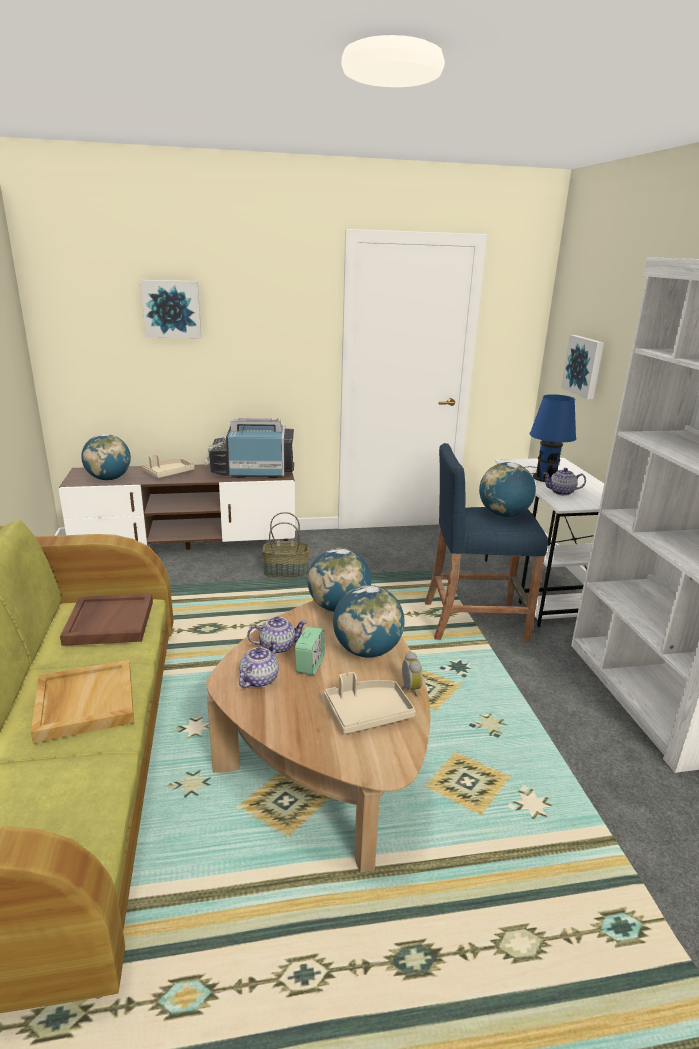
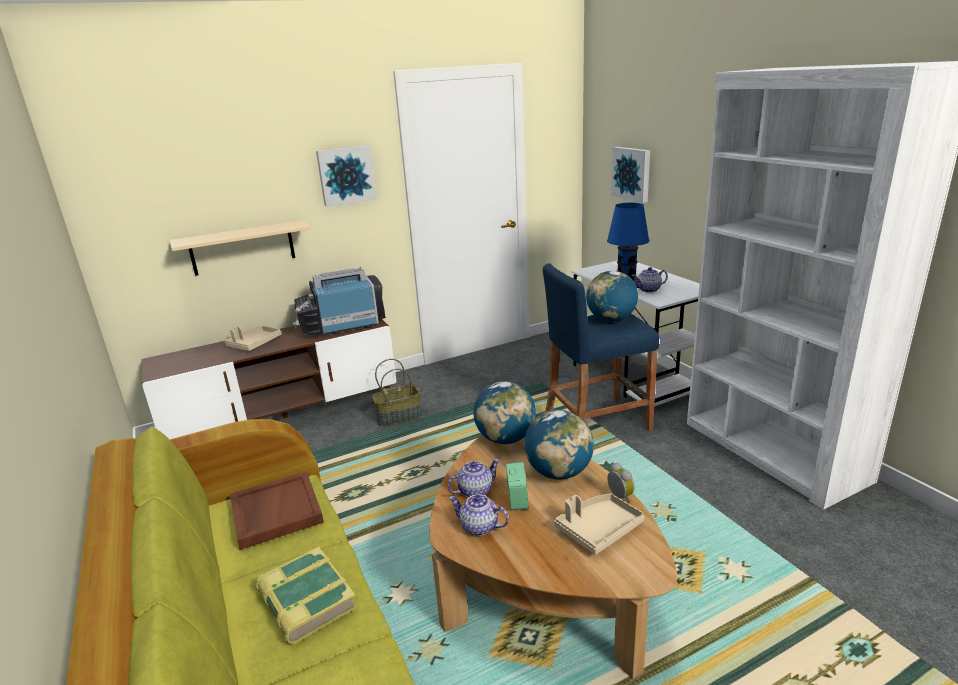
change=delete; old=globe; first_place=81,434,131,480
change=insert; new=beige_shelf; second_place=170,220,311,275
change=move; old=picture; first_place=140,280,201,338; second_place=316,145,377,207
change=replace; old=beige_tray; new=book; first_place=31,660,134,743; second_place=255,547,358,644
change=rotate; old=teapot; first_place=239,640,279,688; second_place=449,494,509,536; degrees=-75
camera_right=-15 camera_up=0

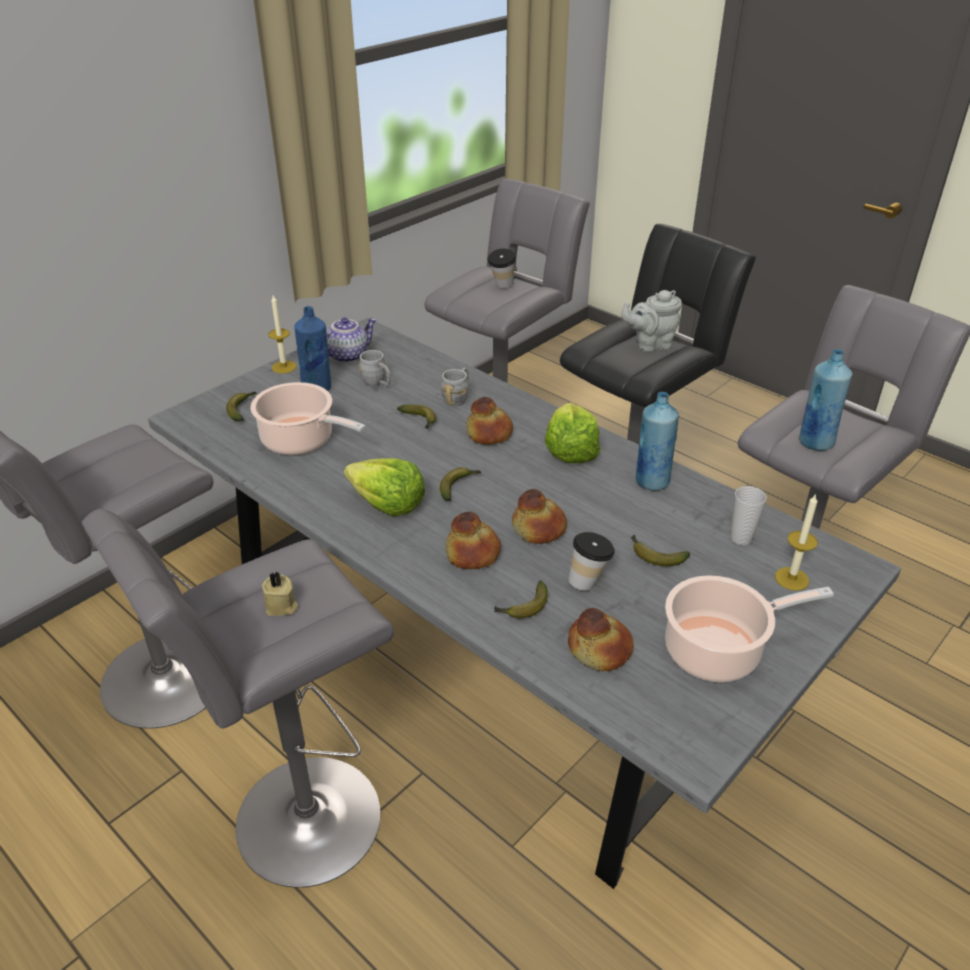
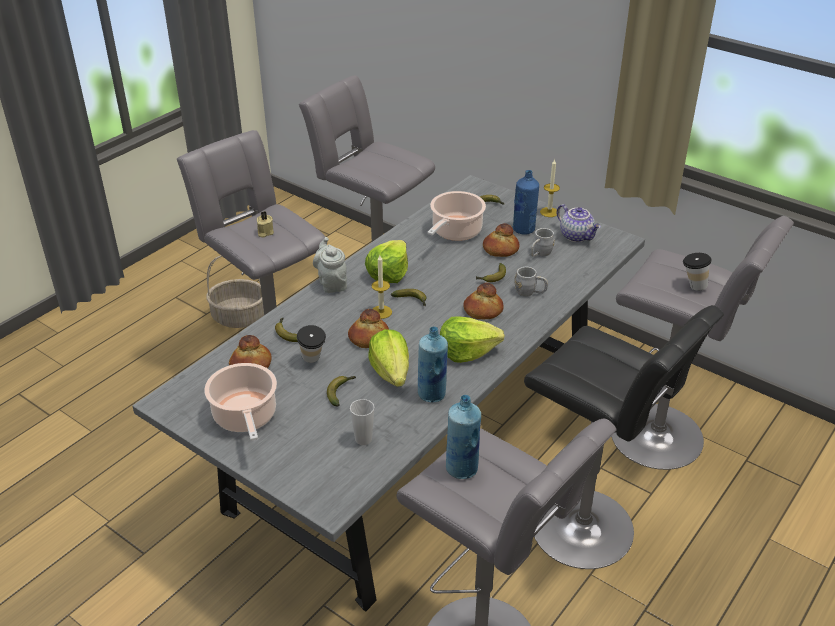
change=insert; new=basket; second_place=206,255,264,328
change=insert; new=lettuce; second_place=368,329,409,387
change=move; old=bread; first_place=445,512,501,569; second_place=483,223,520,257
change=move; old=grey_teapot; first_place=621,290,682,352; second_place=313,237,347,293
change=move; old=candle; first_place=775,493,818,591; second_place=371,255,392,319
camera_right=85 camera_up=0

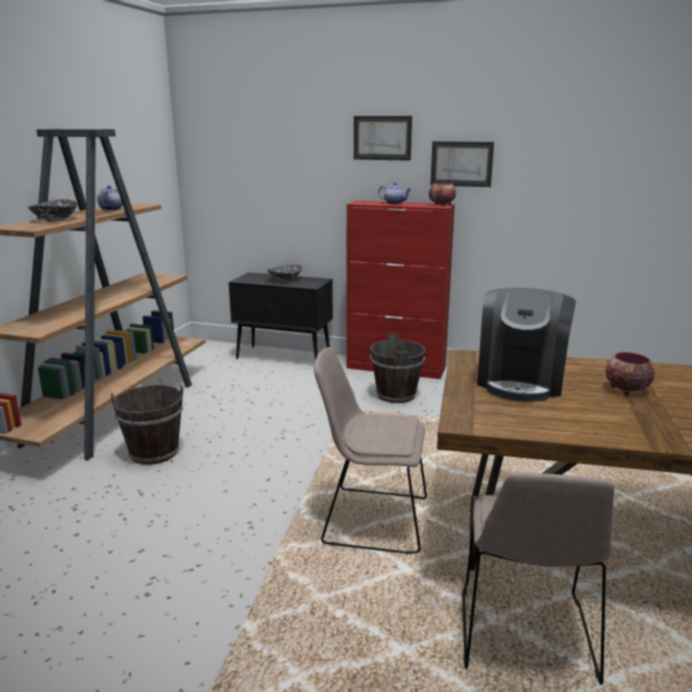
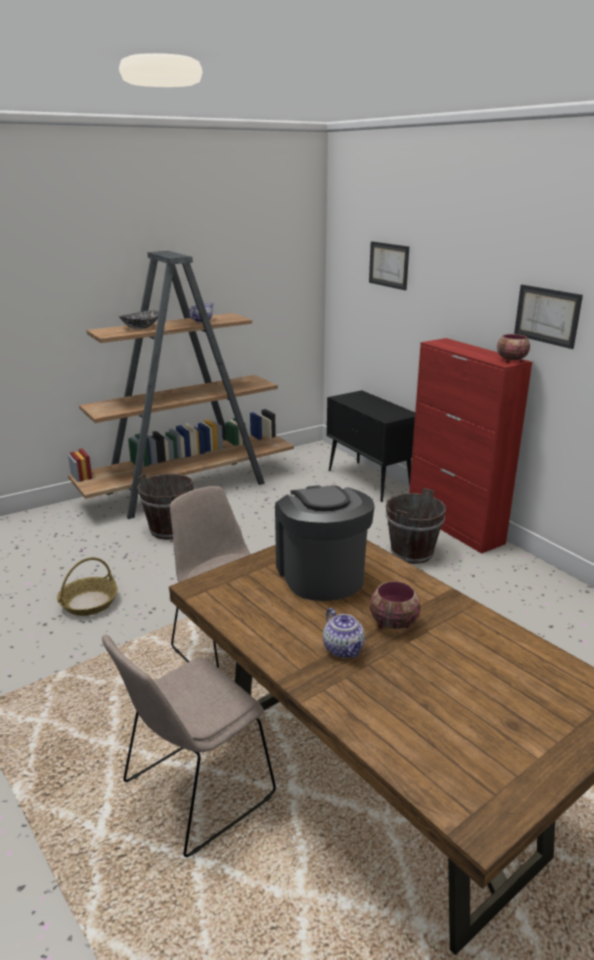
change=delete; old=bowl; first_place=267,264,302,281
change=insert; new=basket; second_place=57,557,118,616
change=move; old=picture; first_place=354,116,412,161; second_place=369,241,409,290
change=move; old=teapot; first_place=378,182,411,204; second_place=323,608,365,658
change=rotate; old=coffee_machine; first_place=477,288,576,402; second_place=275,485,375,601; degrees=105
camera_right=40 camera_up=5

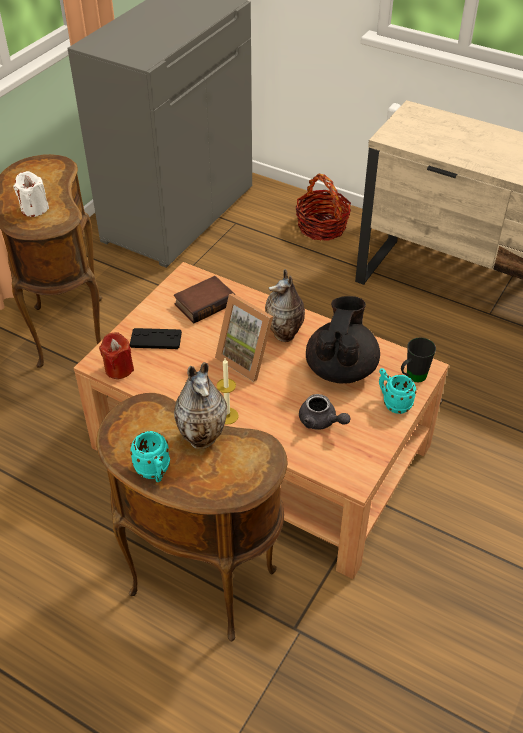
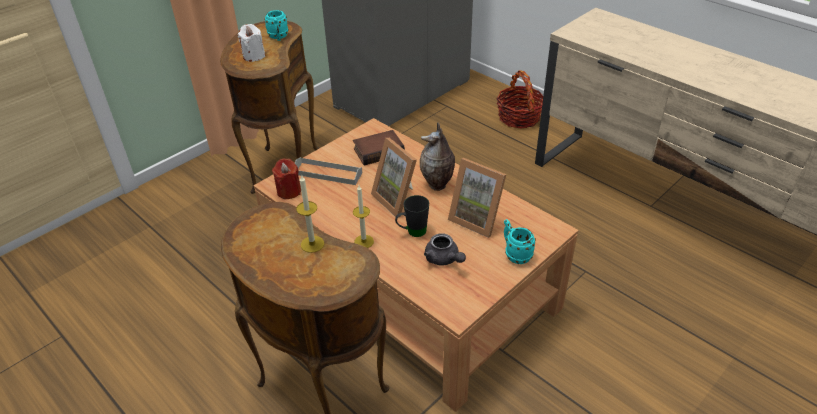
change=move; old=turquoise_mug; first_place=130,431,170,482; second_place=264,10,289,41
change=move; old=black_mug; first_place=401,337,436,382; second_place=395,195,429,237
change=replace; old=black_game_controller; new=grey_tray; first_place=130,328,182,349; second_place=295,157,362,185
change=replace; old=vase; new=candle; first_place=174,362,227,449; second_place=296,174,324,253
change=replace; old=black_teapot; new=picture_frame; first_place=306,296,380,384; second_place=448,158,507,238
camera_right=15 camera_up=-5

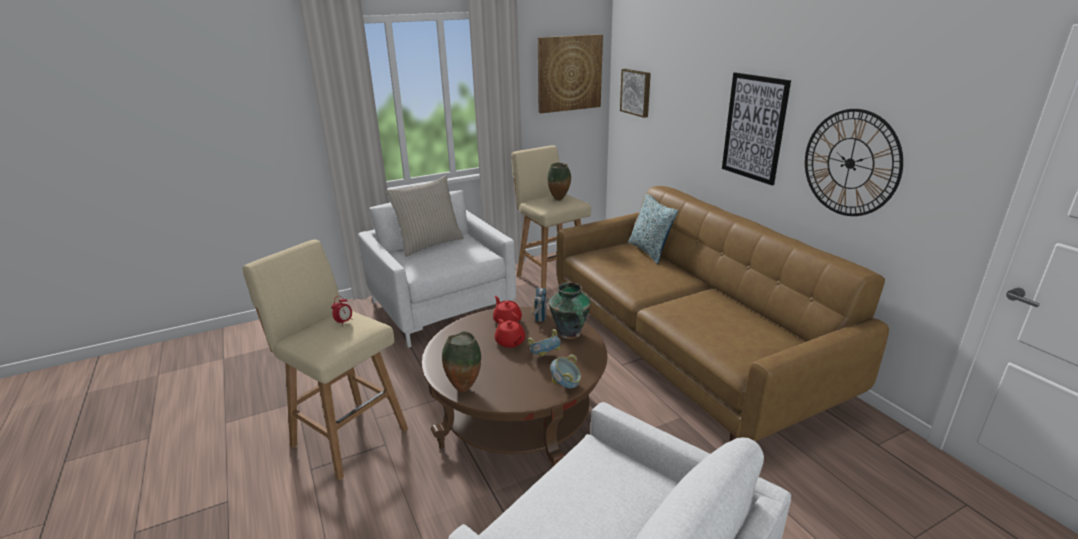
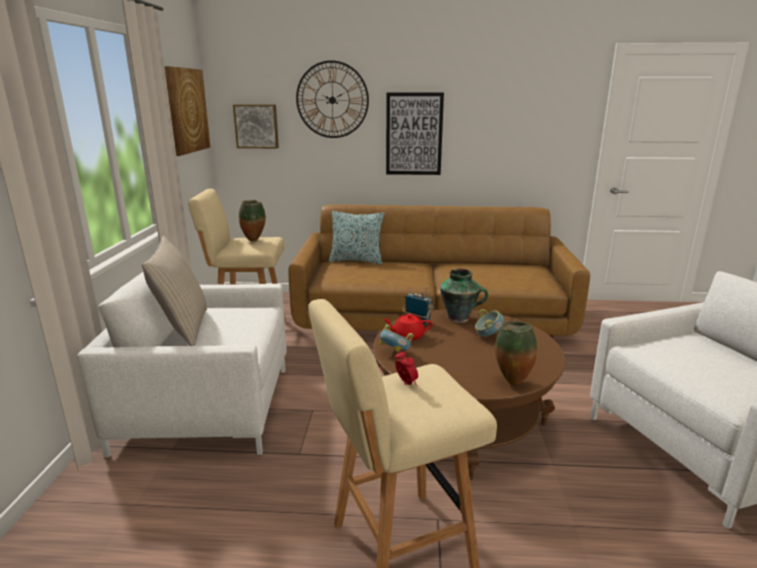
change=delete; old=red_teapot; first_place=495,319,525,348
change=move; old=bowl; first_place=550,354,581,388; second_place=380,324,414,352
change=move; old=wall_clock; first_place=805,109,903,216; second_place=296,60,369,138
camera_right=-60 camera_up=-5

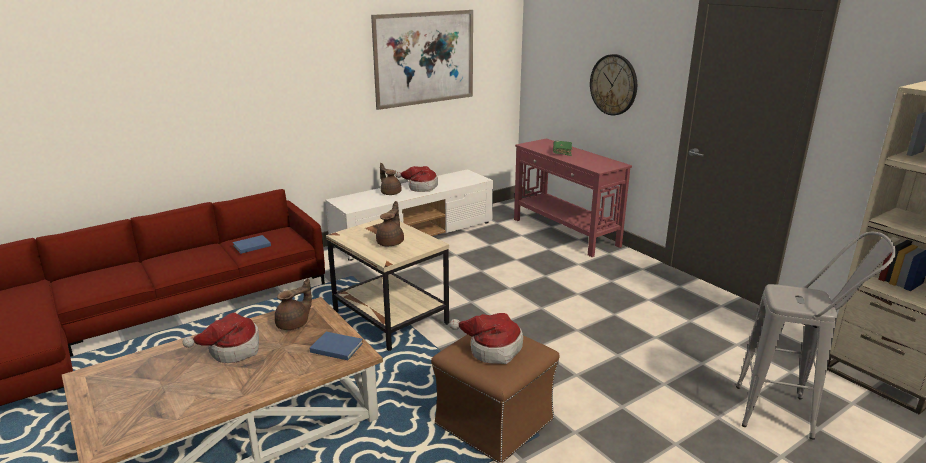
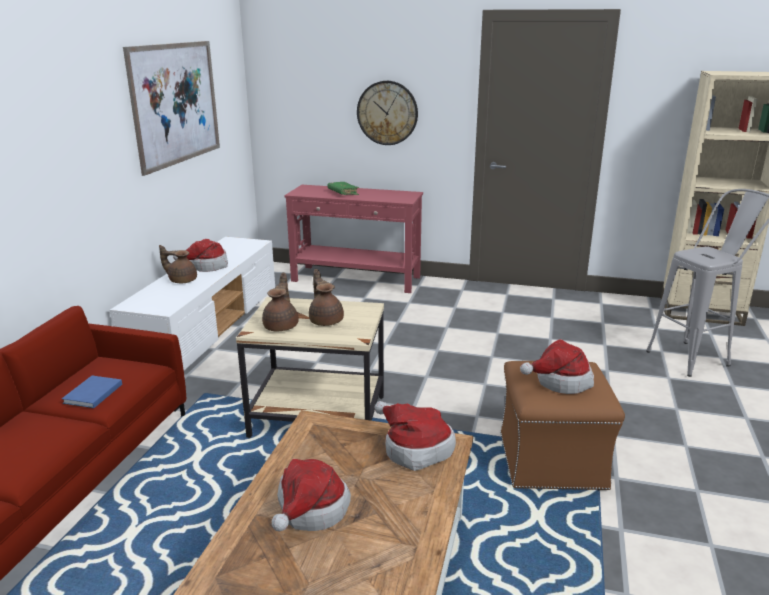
change=move; old=brown_teapot; first_place=274,278,312,330; second_place=262,273,299,332
change=replace; old=blue_book; new=hat; first_place=310,332,363,360; second_place=374,401,456,471
camera_right=-40 camera_up=0

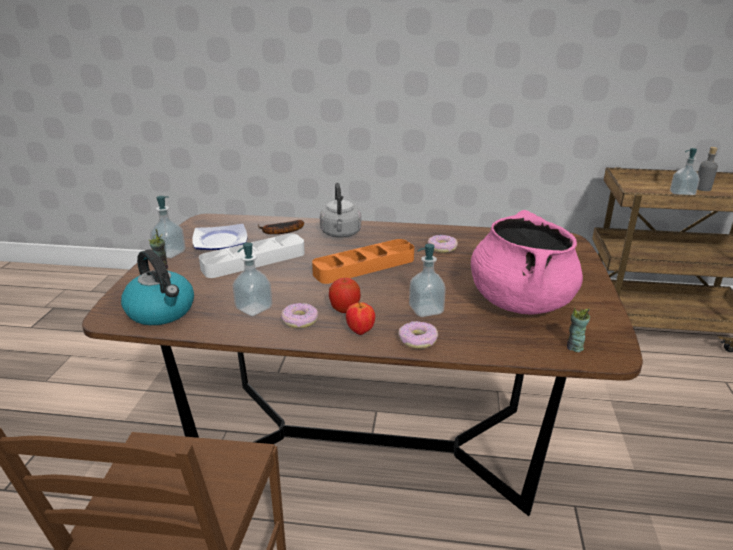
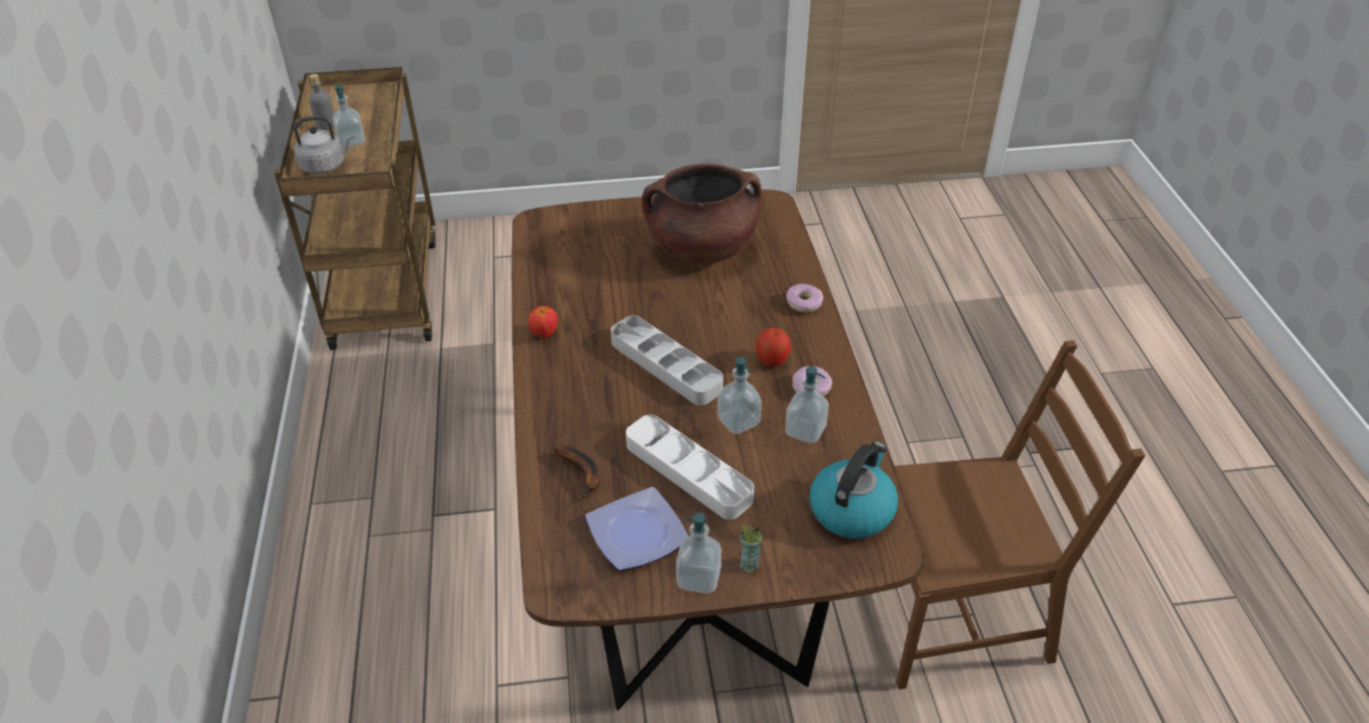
change=delete; old=donut; first_place=428,235,458,253
change=delete; old=cup; first_place=567,308,590,352
change=move; old=grey_kettle; first_place=320,183,361,238; second_place=294,115,354,174
change=move; old=apple; first_place=346,301,375,335; second_place=528,306,558,338
change=move; old=soap_dispenser; first_place=409,244,446,317; second_place=717,357,762,434
change=recolor; old=orange_tray; new=grey_tray; first_place=312,239,414,284; second_place=611,316,723,405
change=recolor; old=pink_cooking_pot; new=brown_cooking_pot; first_place=471,210,583,314; second_place=642,164,761,263
camera_right=-105 camera_up=15

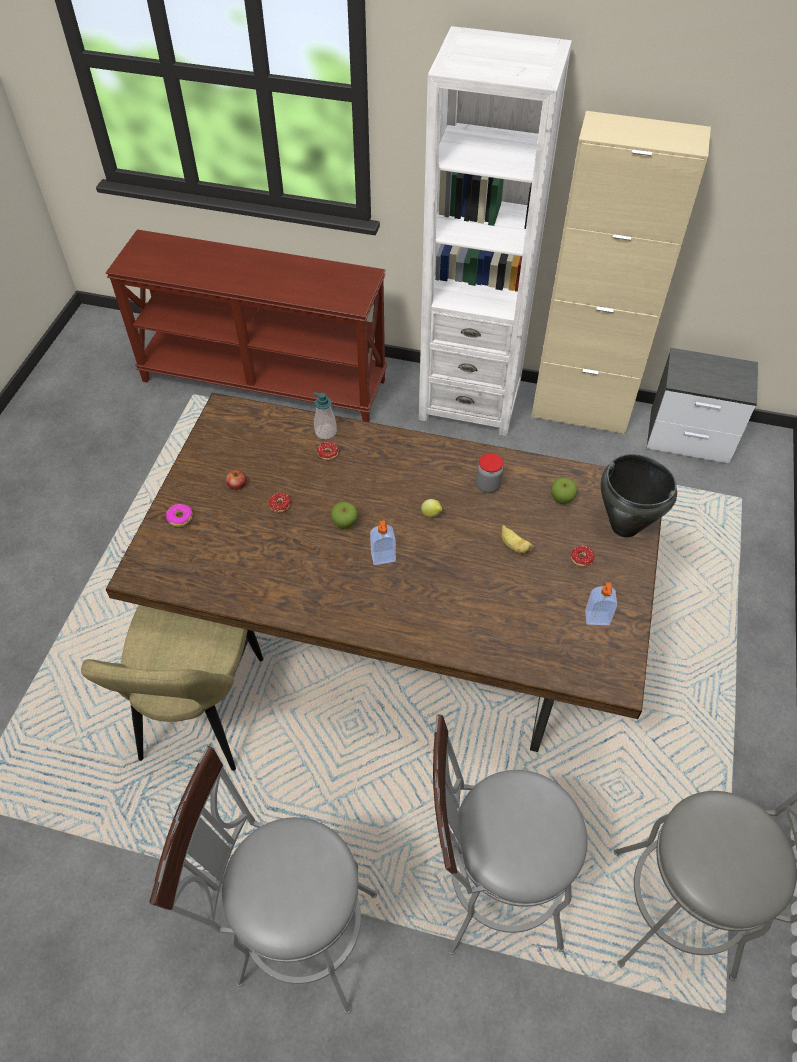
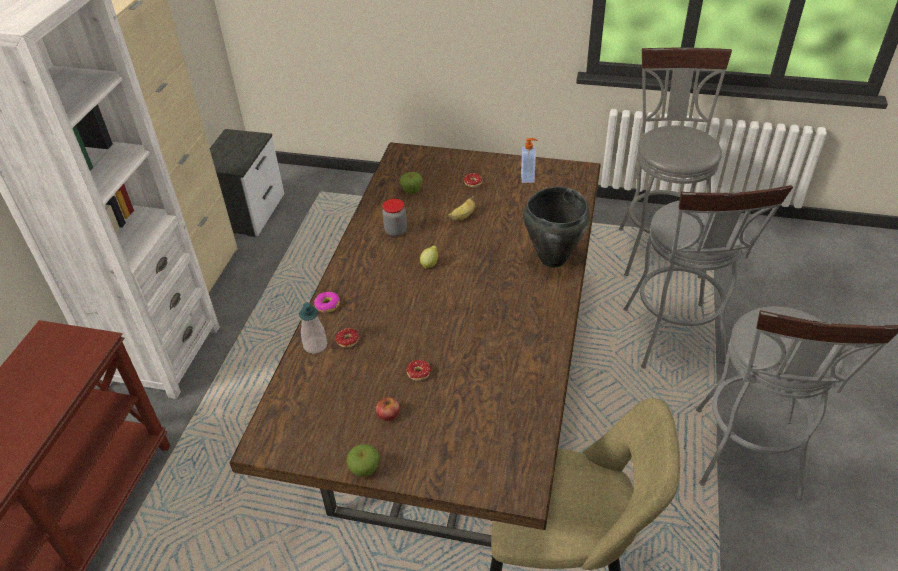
change=delete; old=soap_dispenser; first_place=370,520,396,565
change=move; old=donut; first_place=166,504,193,527; second_place=314,292,340,313
change=move; old=apple; first_place=331,501,358,529; second_place=346,444,380,477
change=move; old=black_cooking_pot; first_place=601,454,677,537; second_place=523,187,590,268
camera_right=-90 camera_up=-10

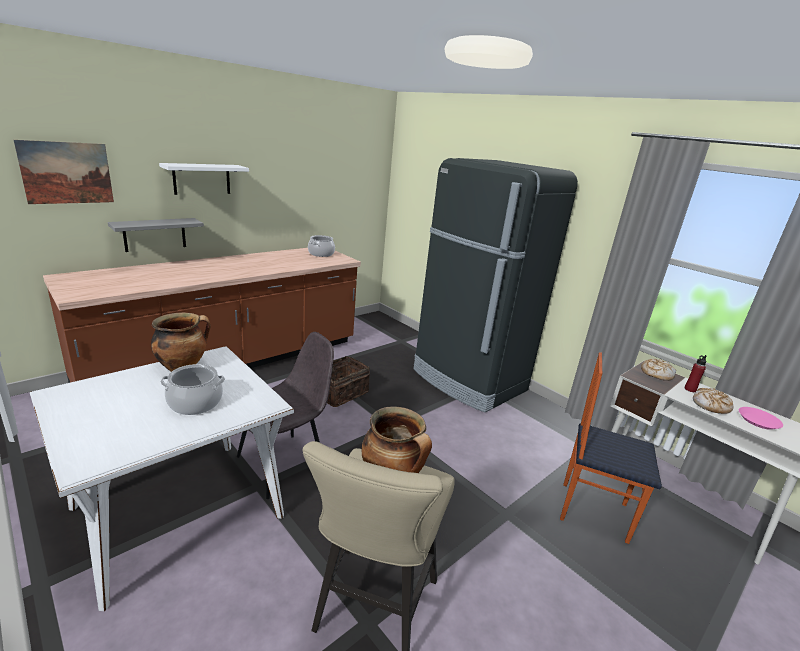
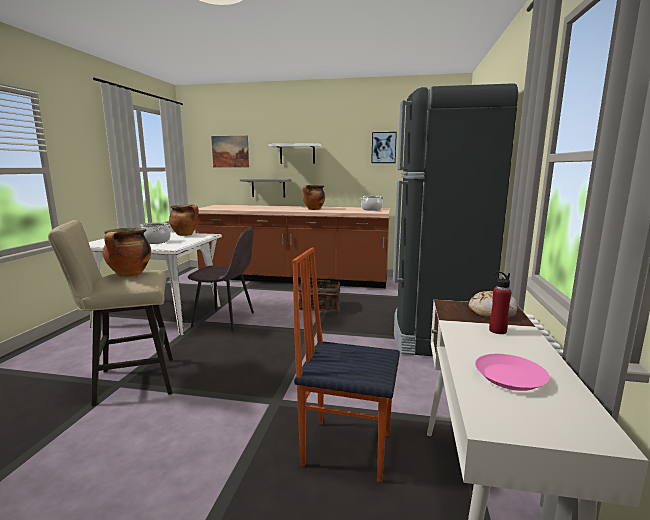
change=delete; old=bread; first_place=693,388,733,414
change=insert; new=cooking_pot; second_place=303,185,325,210
change=insert; new=picture; second_place=371,132,397,163
change=rotate; old=chair; first_place=560,352,662,544; second_place=293,247,400,482; degrees=-60
camera_right=55 camera_up=-10

